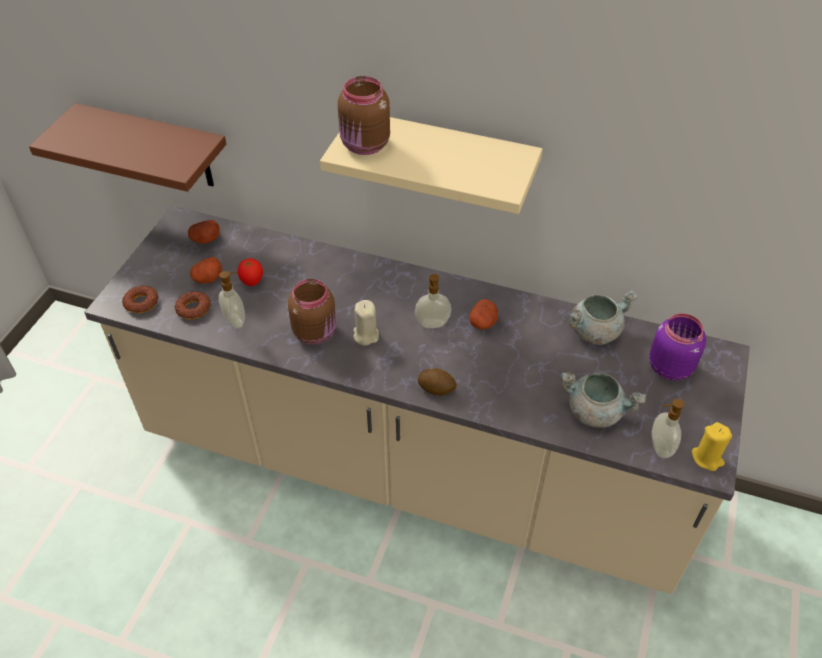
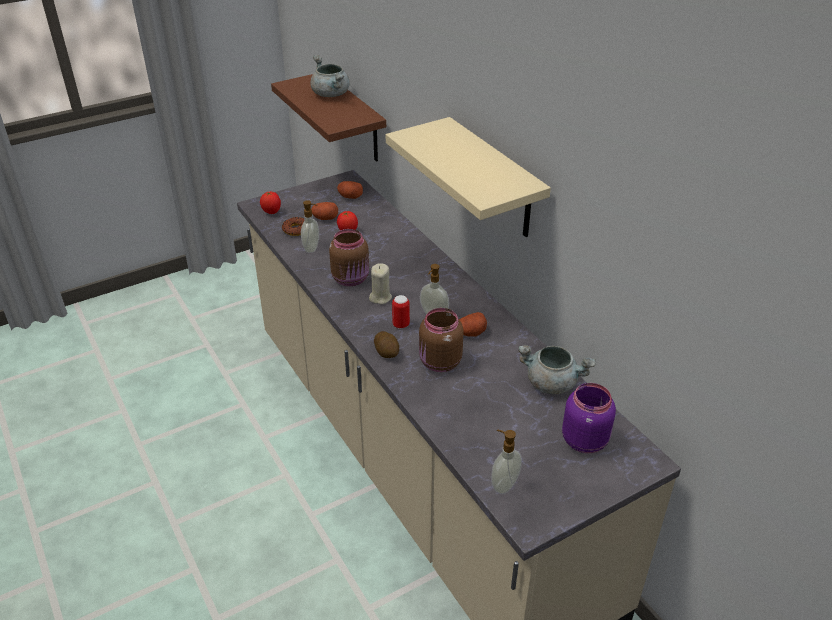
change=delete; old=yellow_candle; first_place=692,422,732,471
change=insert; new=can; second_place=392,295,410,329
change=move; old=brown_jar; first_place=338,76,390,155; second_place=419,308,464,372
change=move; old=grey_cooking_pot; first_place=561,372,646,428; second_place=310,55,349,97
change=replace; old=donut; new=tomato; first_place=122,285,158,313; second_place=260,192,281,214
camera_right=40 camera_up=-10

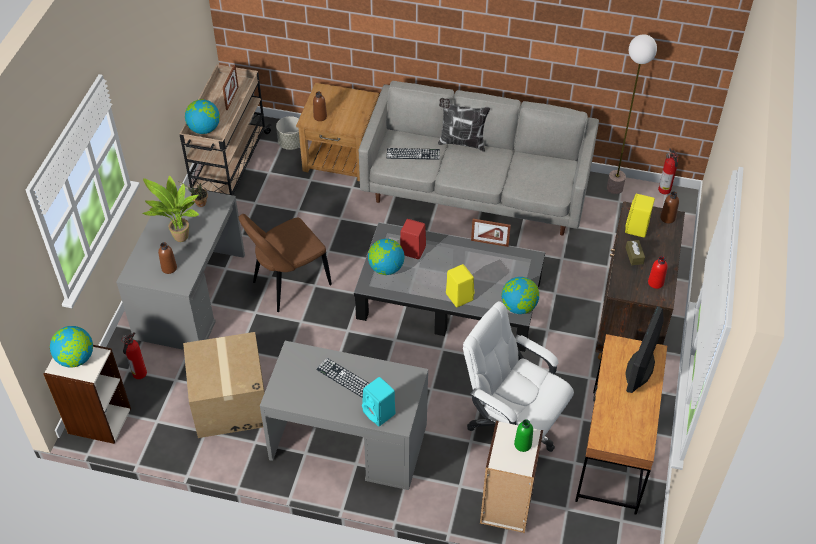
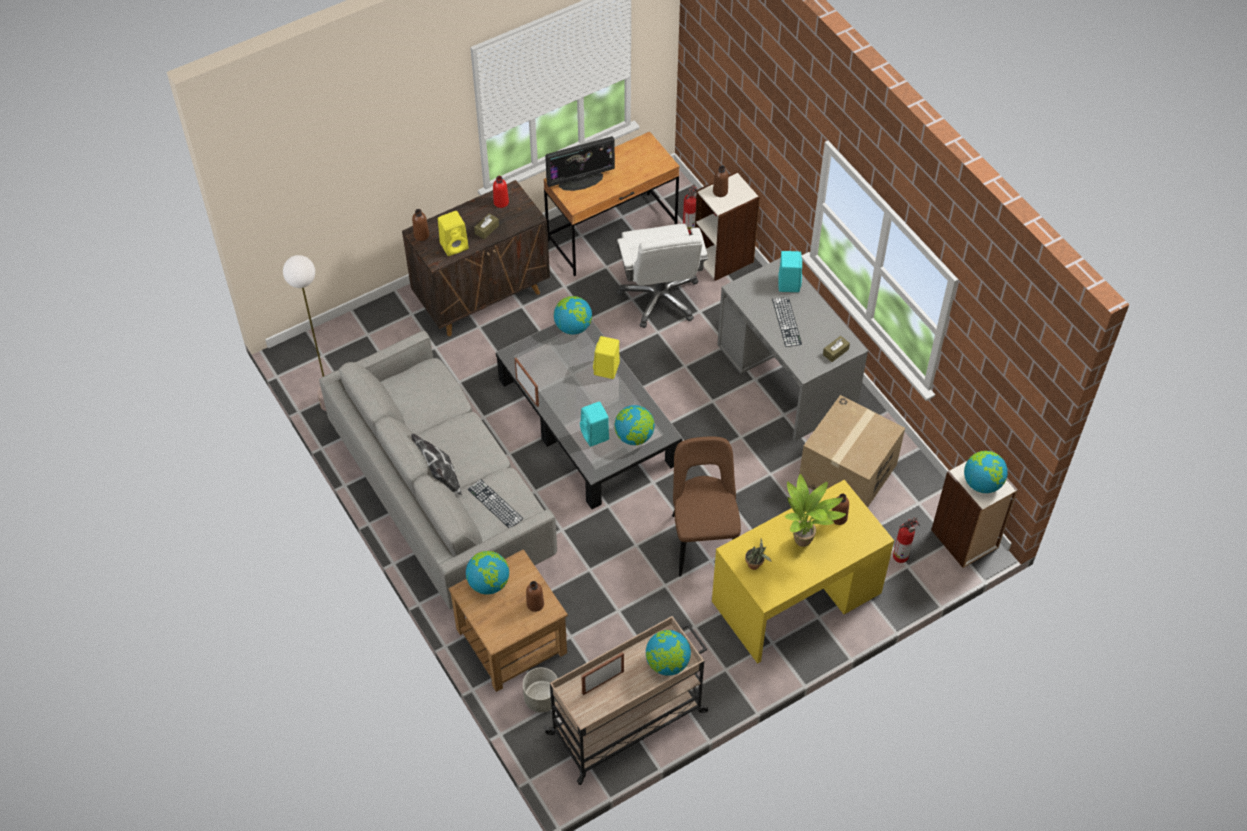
change=insert; new=globe; second_place=466,551,509,594
change=insert; new=brown_tissue_box; second_place=823,336,850,362
change=move; old=fire_extinguisher; first_place=658,148,679,194; second_place=683,184,698,234
change=recolor; old=grey_desk; new=yellow_desk; first_place=116,185,245,350; second_place=712,480,894,664
change=recolor; old=red_speaker; new=turquoise_speaker; first_place=400,219,426,259; second_place=580,401,609,447
change=recolor; old=green_bottle; new=brown_bottle; first_place=514,419,533,452; second_place=713,165,728,197
change=rotate; old=brown_chair; first_place=238,214,332,312; second_place=672,436,741,576; degrees=-105
camera_right=-135 camera_up=5

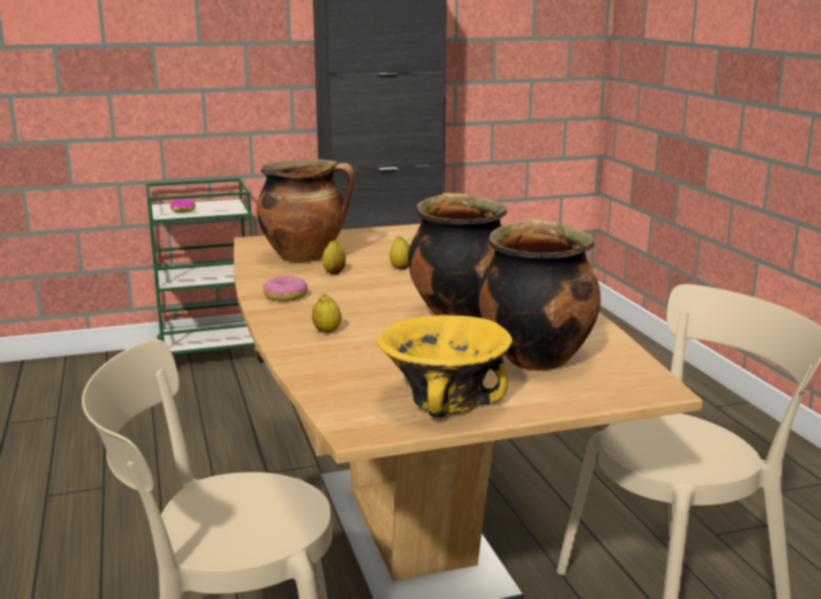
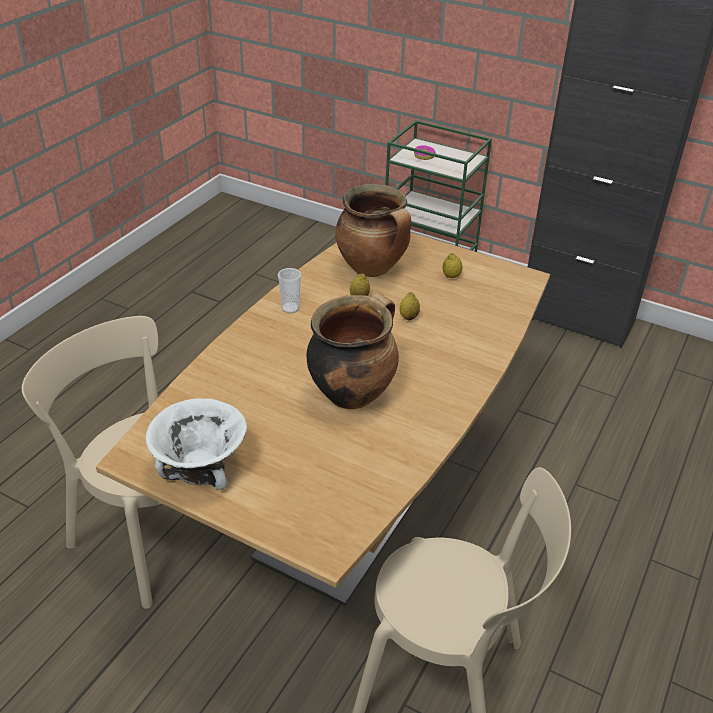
change=delete; old=cooking_pot; first_place=479,218,601,371
change=move; old=lemon; first_place=312,294,342,333; second_place=443,253,463,278
change=replace; old=donut; new=cup; first_place=263,276,308,301; second_place=278,268,302,313
change=recolor; old=yellow_bowl; new=white_bowl; first_place=377,315,513,417; second_place=146,398,247,490
camera_right=45 camera_up=20

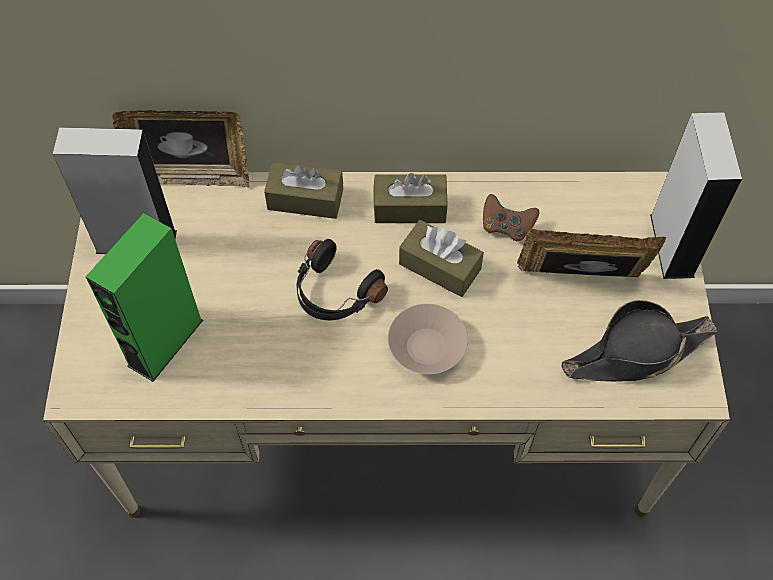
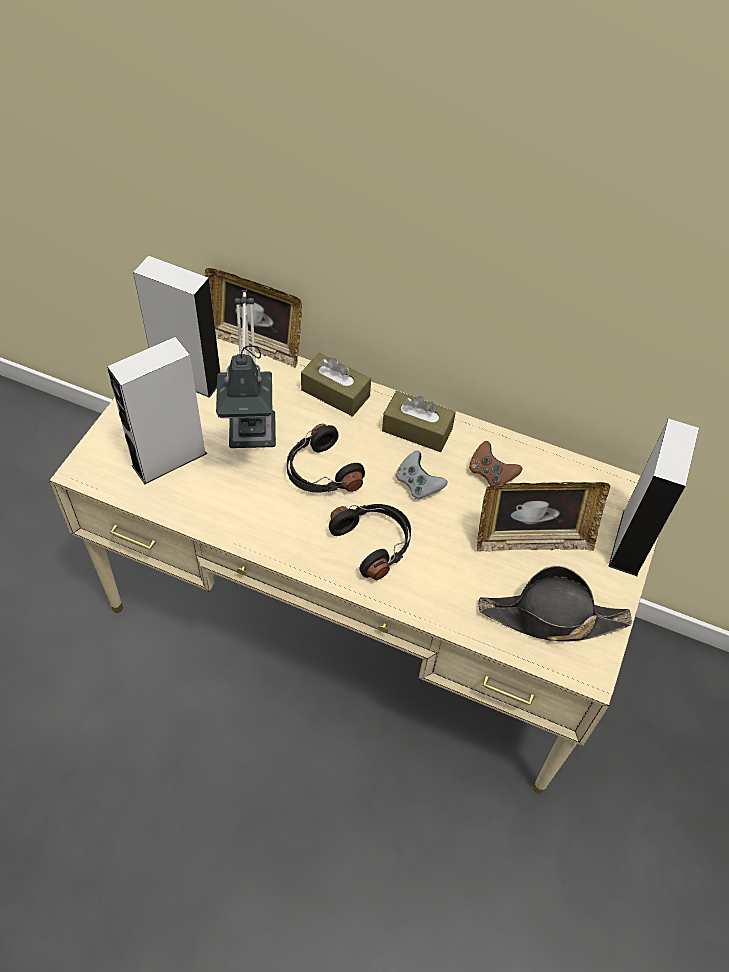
change=insert; new=table_lamp; second_place=216,289,276,448
change=replace; old=beige_bowl; new=black_headphones; first_place=388,304,468,374; second_place=329,504,411,580
change=replace; old=brown_tissue_box; new=grey_game_controller; first_place=399,220,484,297; second_place=395,451,448,500
change=recolor; old=green_speaker; new=grey_speaker; first_place=86,213,203,382; second_place=107,337,207,485
change=rotate; old=picture_frame; first_place=517,228,666,278; second_place=477,482,610,552; degrees=150
camera_right=20 camera_up=-5

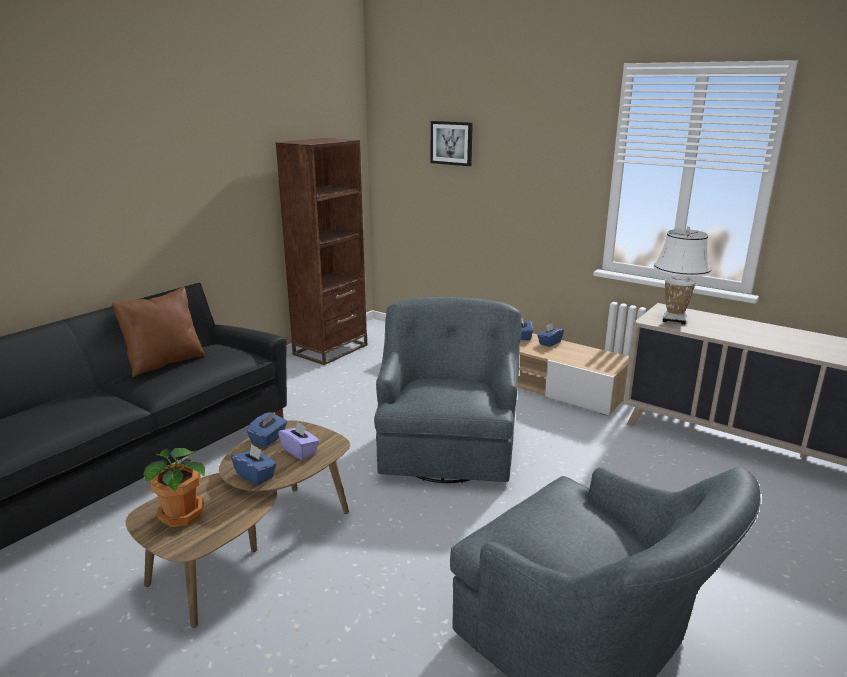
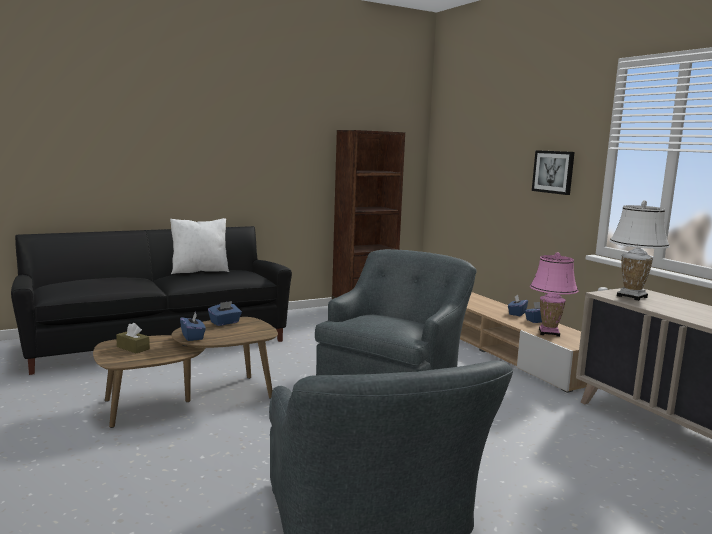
change=delete; old=purple_tissue_box; first_place=278,421,320,460
change=insert; new=pink_table_lamp; second_place=530,252,578,337
change=move; old=picture; first_place=431,121,473,166; second_place=532,150,575,195
change=replace; old=potted_plant; new=brown_tissue_box; first_place=143,448,205,528; second_place=116,323,150,353
change=recolor; old=brown_pillow; new=white_pillow; first_place=112,287,206,377; second_place=170,218,229,274
camera_right=25 camera_up=-10

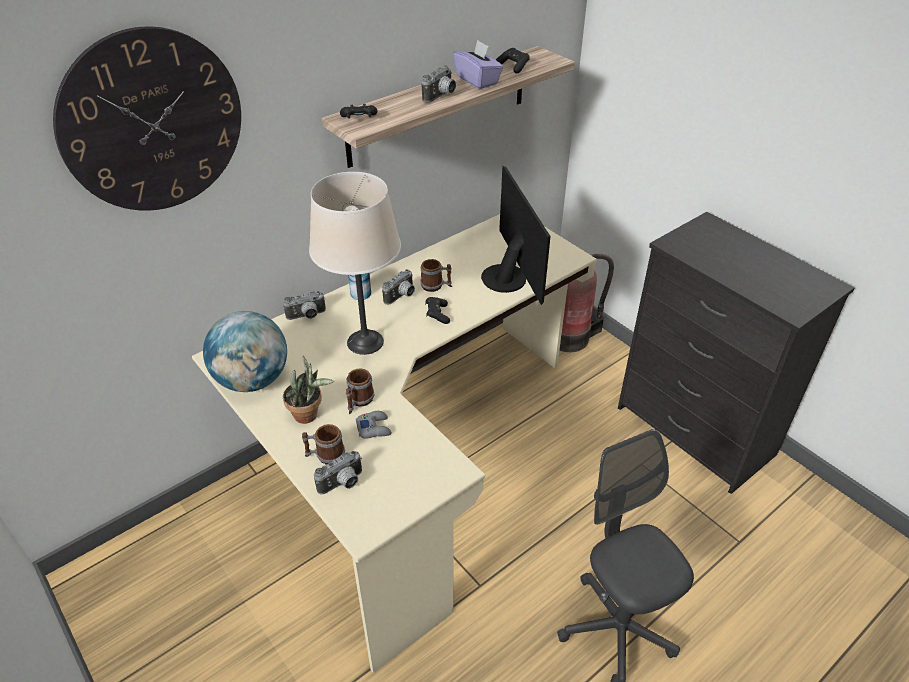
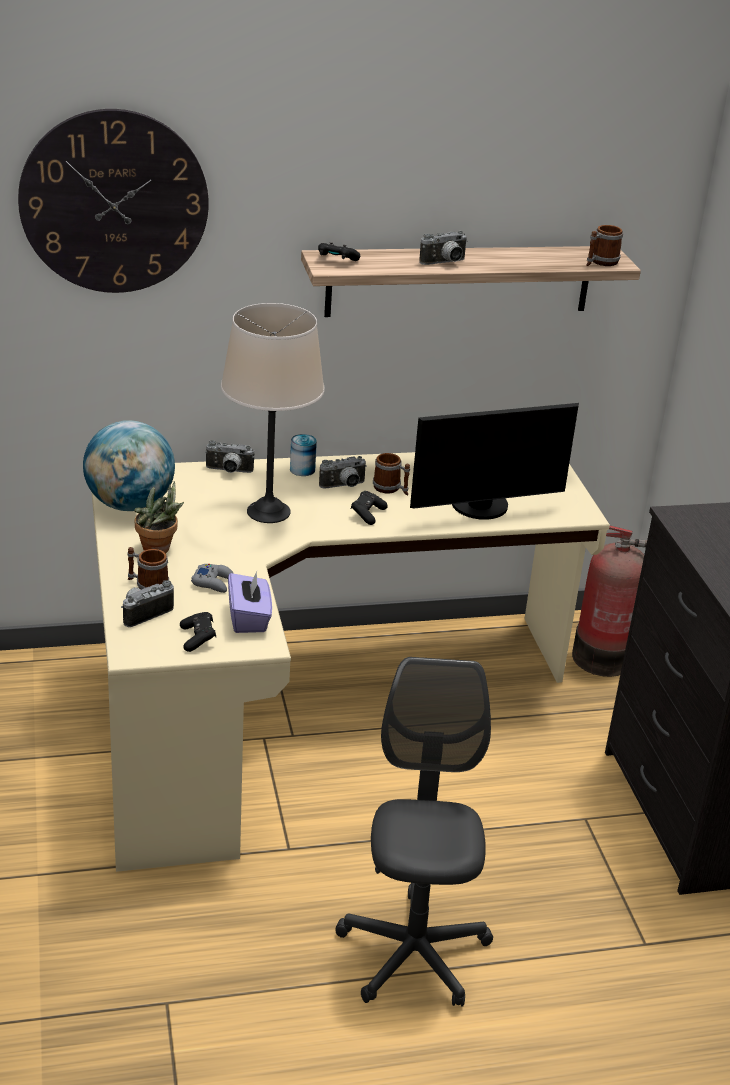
change=move; old=mug; first_place=346,368,374,414; second_place=586,225,623,266
change=move; old=purple_tissue_box; first_place=453,40,504,89; second_place=228,571,272,633
change=move; old=black_game_controller; first_place=496,48,529,73; second_place=180,612,216,652
change=rotate; old=photo_camera; first_place=314,451,362,495; second_place=121,580,174,627; degrees=150
change=rotate; old=monitor; first_place=481,165,551,305; second_place=410,403,579,520; degrees=60
camera_right=25 camera_up=-10

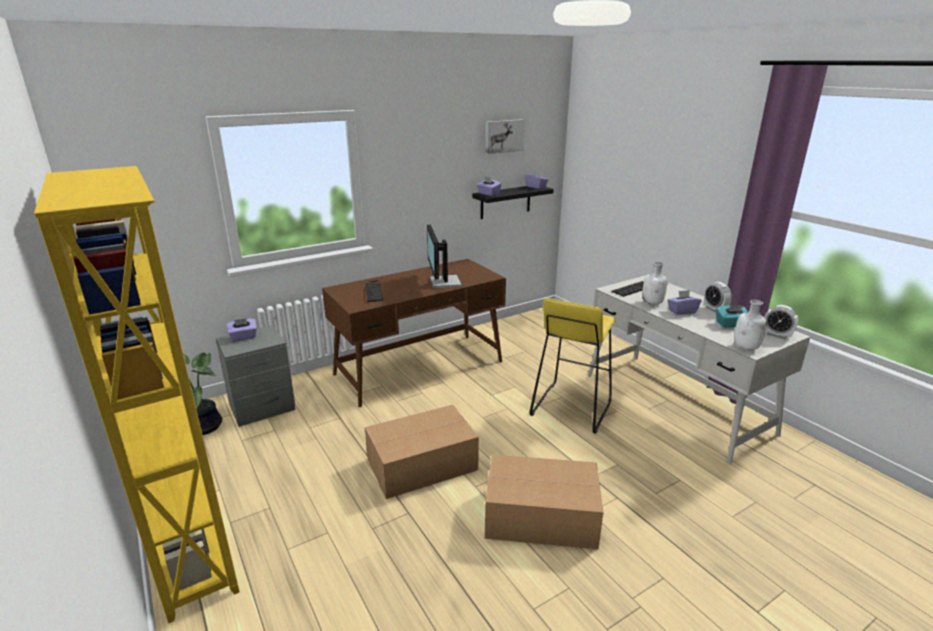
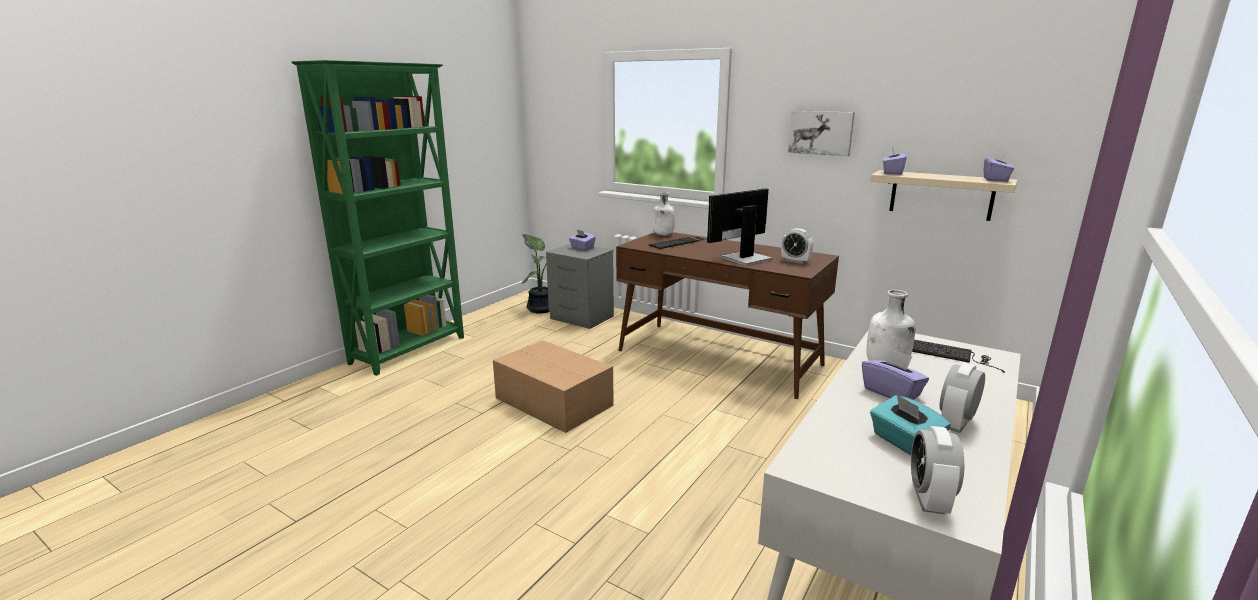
change=delete; old=cardboard_box; first_place=485,454,603,549
change=delete; old=yellow_stool; first_place=529,298,616,433
change=insert; new=alarm_clock; second_place=781,228,813,264
change=move; old=picture; first_place=485,119,525,154; second_place=788,111,855,156
change=move; old=white_bottle; first_place=734,300,767,350; second_place=652,192,675,236
change=recolor; old=yellow_bookcase; new=green_bookcase; first_place=34,166,240,623; second_place=291,60,464,376
change=recolor; old=black_shelf; new=beige_shelf; first_place=472,186,554,219; second_place=870,170,1017,221
camera_right=65 camera_up=-5

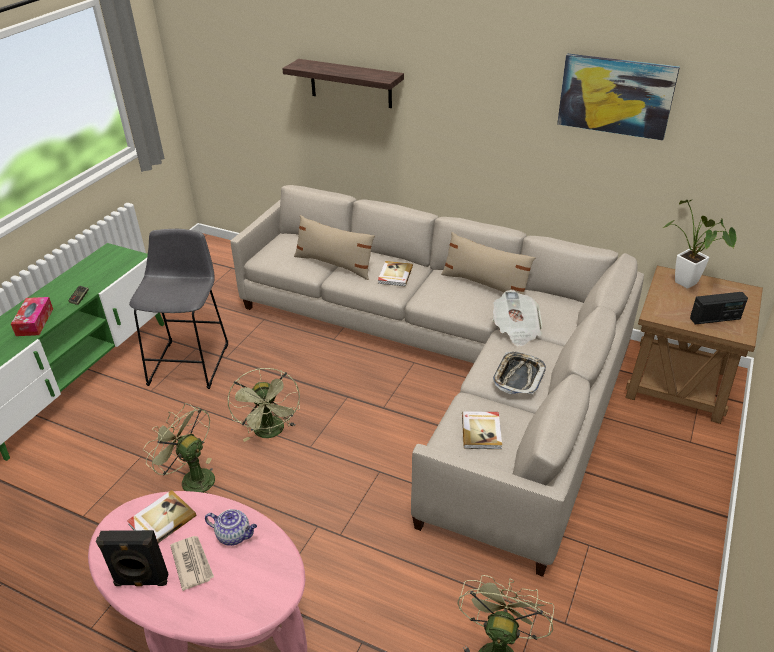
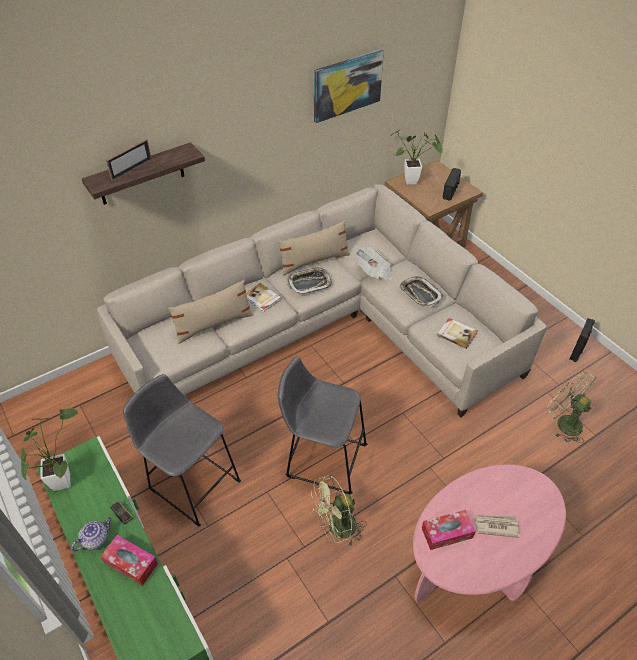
change=insert; new=potted_plant; second_place=21,408,78,491
change=insert; new=picture_frame; second_place=106,139,152,181
change=insert; new=tray; second_place=287,266,332,295
change=move; old=black_speaker; first_place=96,530,168,586; second_place=570,318,595,362
change=move; old=teapot; first_place=205,509,257,546; second_place=71,517,112,551
change=replace; old=book; new=tissue_box; first_place=127,490,196,543; second_place=422,510,476,550
change=replace; old=green_fan; new=grey_stool; first_place=228,368,300,442; second_place=278,357,367,495
camera_right=-60 camera_up=10

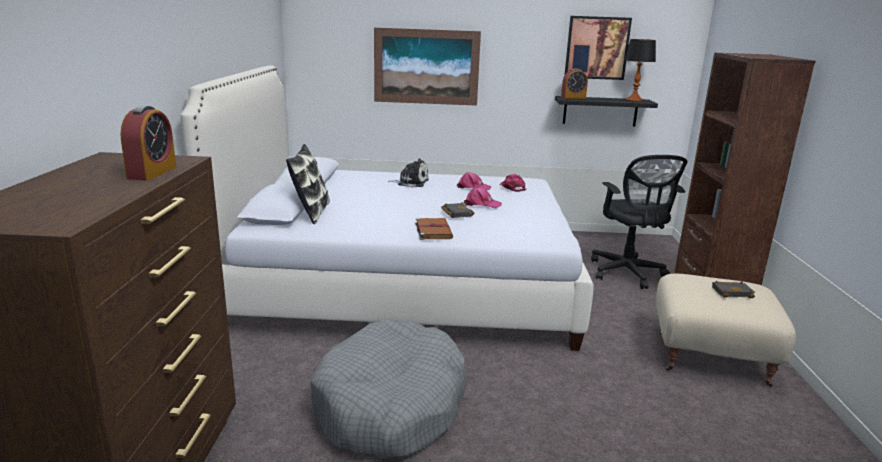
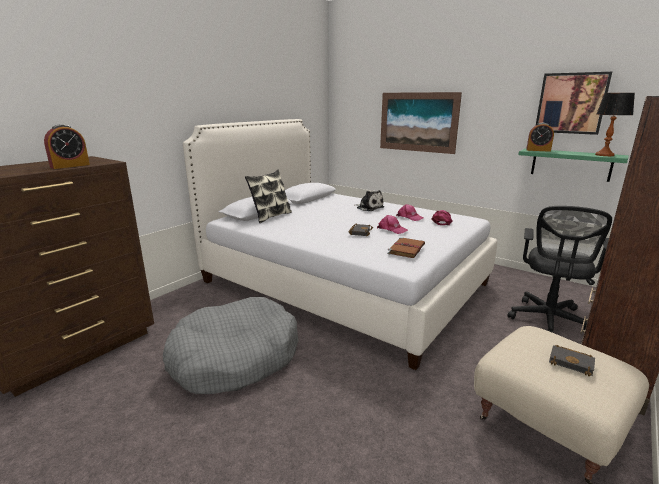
change=move; old=brown_book; first_place=415,218,453,240; second_place=387,237,425,258
change=recolor; old=black_shelf; new=green_shelf; first_place=555,96,658,126; second_place=518,148,629,182
camera_right=35 camera_up=0

